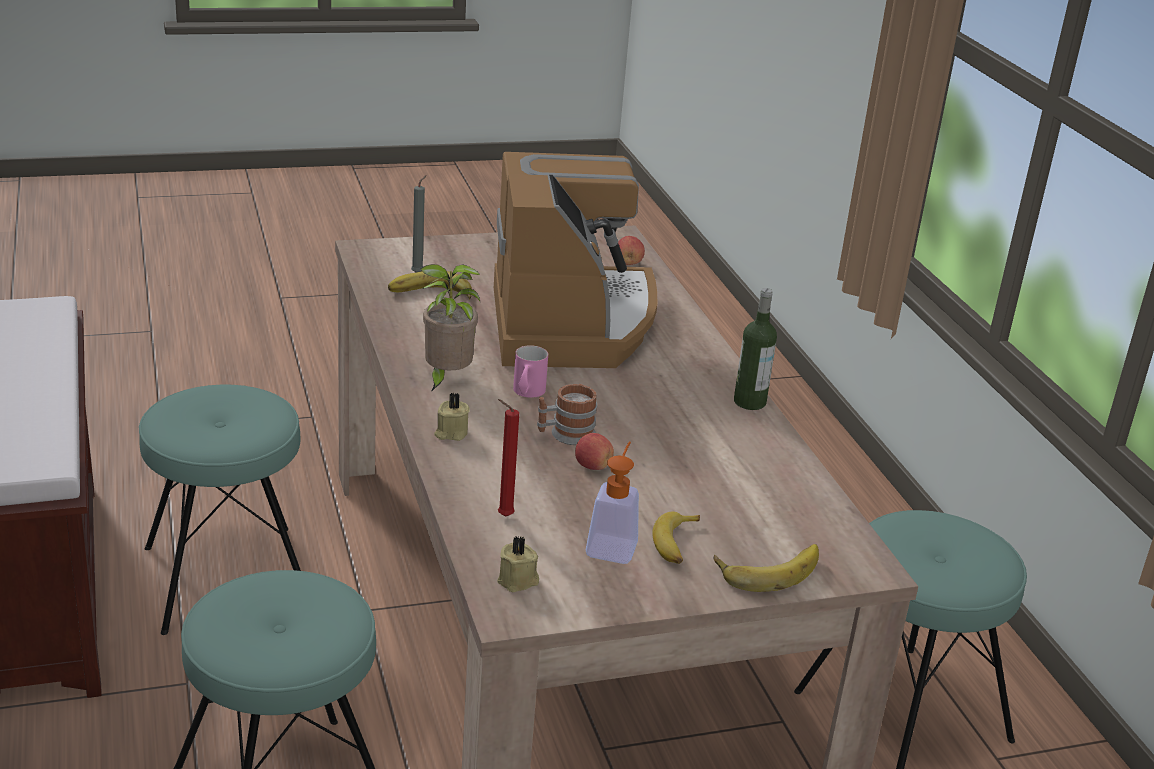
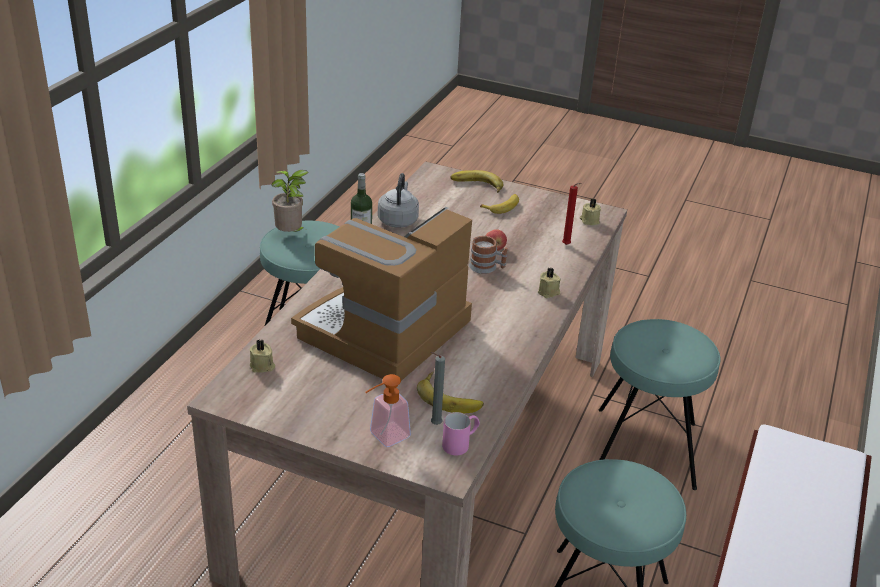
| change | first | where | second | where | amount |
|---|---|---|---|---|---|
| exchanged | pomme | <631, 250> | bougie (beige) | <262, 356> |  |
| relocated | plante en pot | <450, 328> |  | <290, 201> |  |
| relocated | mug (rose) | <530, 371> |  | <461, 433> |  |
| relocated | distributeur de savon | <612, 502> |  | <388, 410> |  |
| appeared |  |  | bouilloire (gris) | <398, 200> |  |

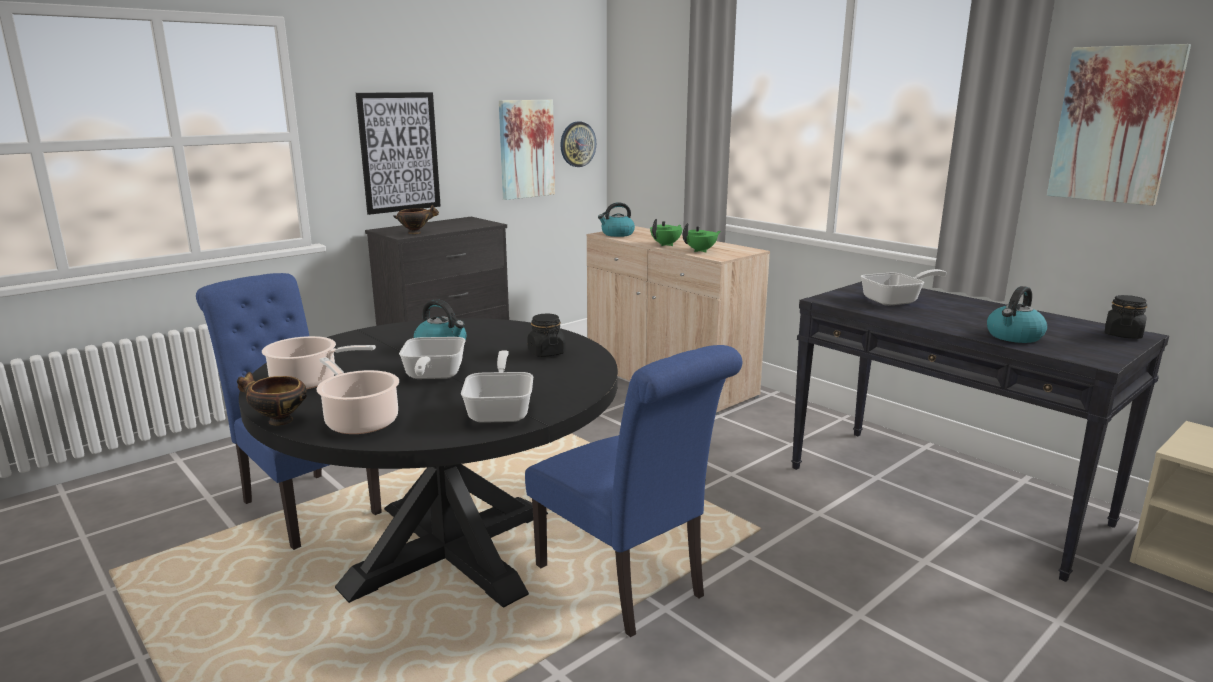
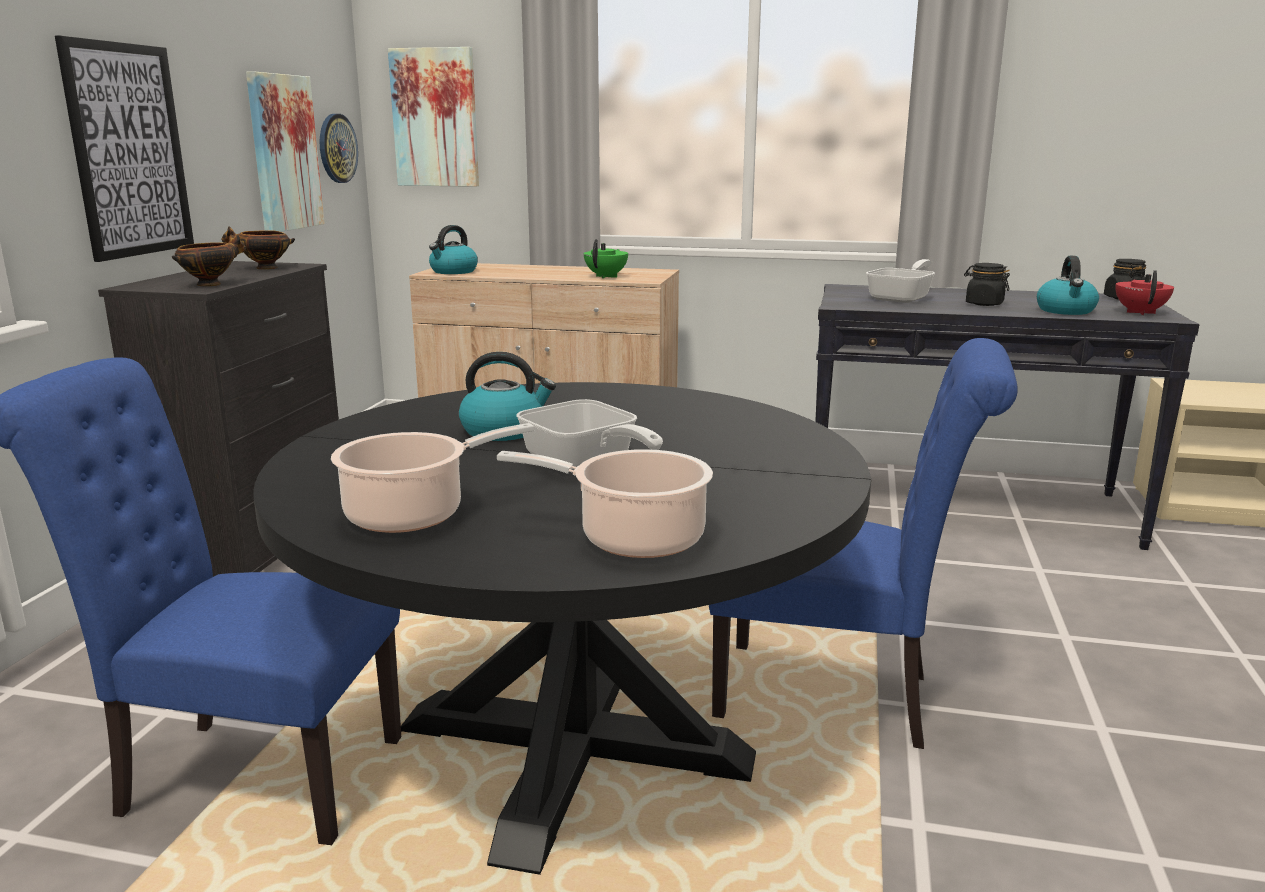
| change | first | where | second | where | amount |
|---|---|---|---|---|---|
| relocated | tableau | <1119, 125> |  | <433, 117> |  |
| missing | théière (vert) | <666, 232> |  |  |  |
| relocated | bocal (noir) | <546, 335> |  | <987, 284> |  |
| missing | poêle | <497, 387> |  |  |  |
| relocated | bol | <272, 398> |  | <258, 247> |  |
| appeared |  |  | théière (rouge) | <1144, 292> |  |

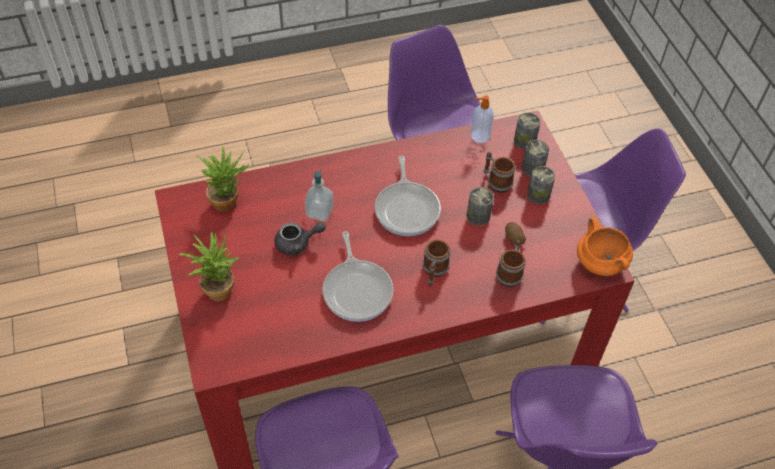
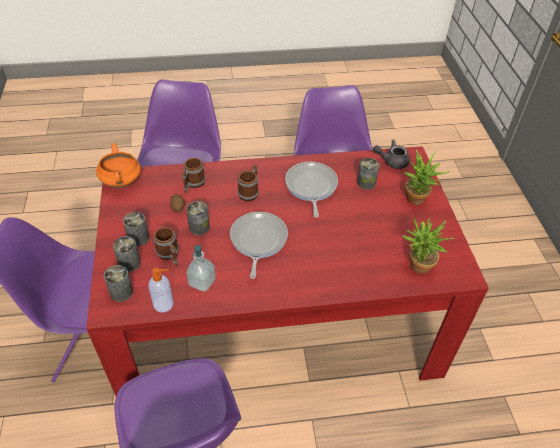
| change | first | where | second | where | amount |
|---|---|---|---|---|---|
| relocated | distributeur de savon | <319, 195> |  | <201, 268> |  |
| relocated | théière (gris) | <300, 238> |  | <391, 154> |  |
| appeared |  |  | boîte métallique | <368, 174> |  |

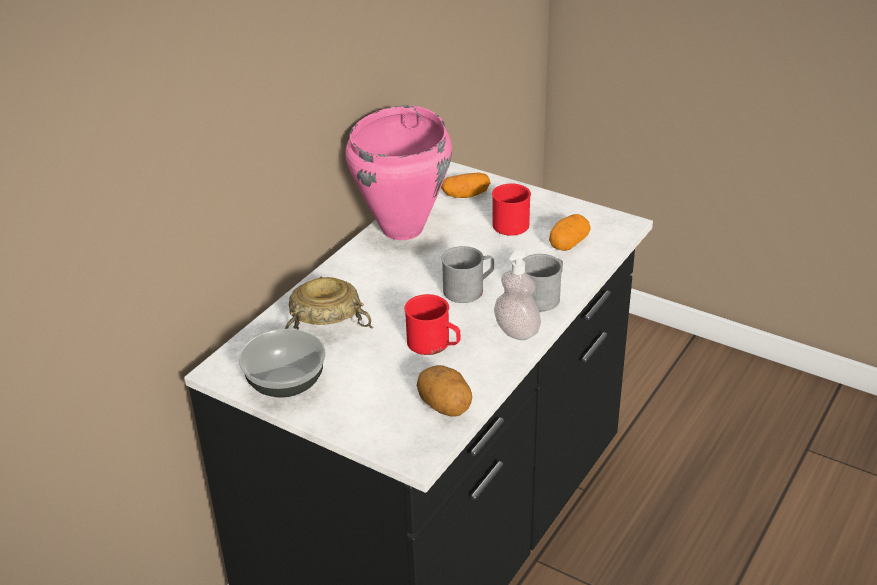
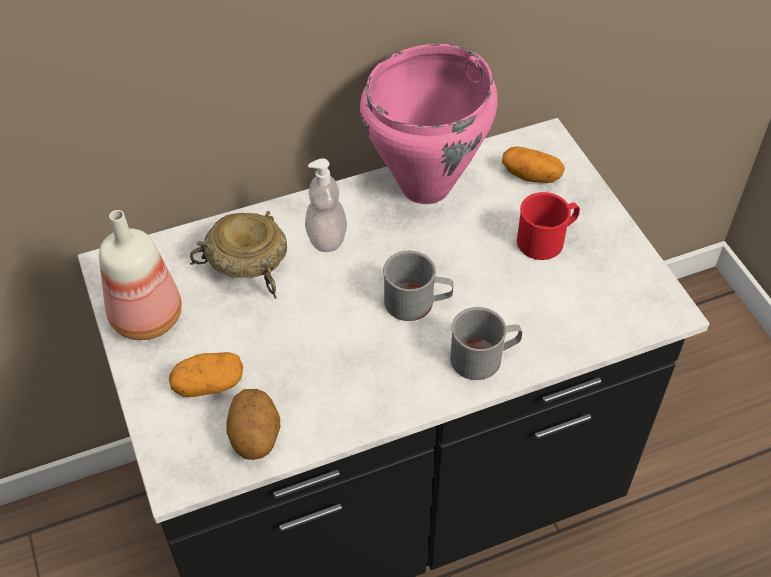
| change | first | where | second | where | amount |
|---|---|---|---|---|---|
| relocated | pomme de terre | <570, 232> |  | <206, 374> |  |
| relocated | distributeur de savon | <517, 295> |  | <326, 205> |  |
| missing | mug (rouge) | <432, 324> |  |  |  |
| exchanged | bol | <282, 363> | bouteille | <140, 275> |  |

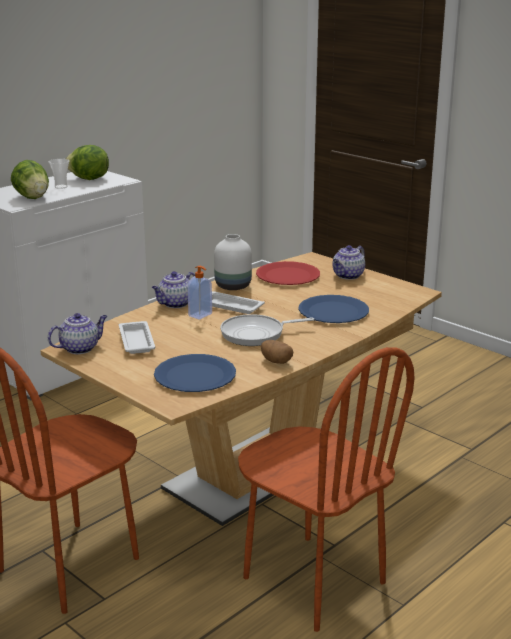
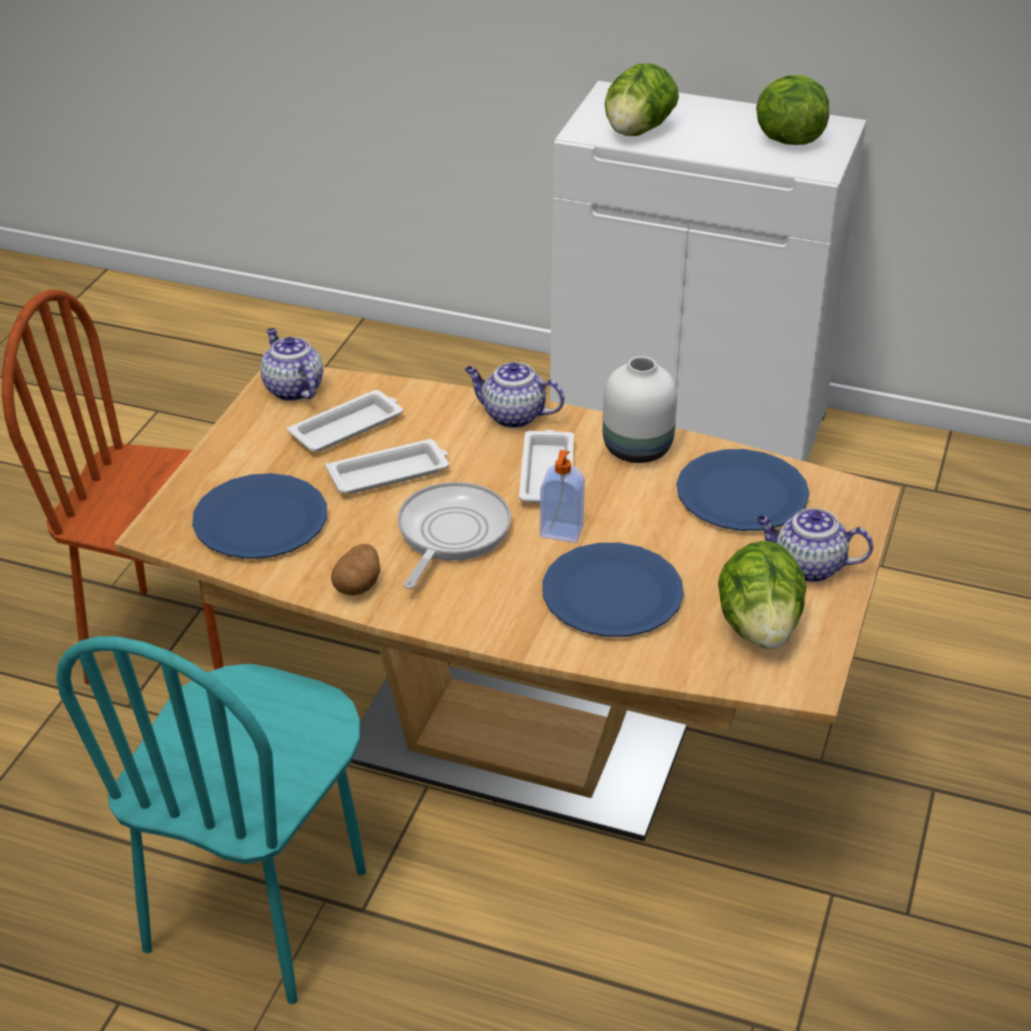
| change | first | where | second | where | amount |
|---|---|---|---|---|---|
| missing | tasse | <59, 174> |  |  |  |
| colour | assiette (rouge) | <288, 273> | assiette (bleu) | <742, 490> |  |
| relocated | distributeur de savon | <200, 293> |  | <562, 496> |  |
| spun | théière | <77, 333> |  | <291, 364> | 150 degrees counterclockwise |
| spun | poêle | <267, 330> |  | <454, 535> | 60 degrees clockwise |
| colour | chaise (marron) | <326, 489> | chaise (turquoise) | <211, 820> |  |
| appeared |  |  | plateau (blanc) | <387, 466> |  |
| appeared |  |  | laitue | <762, 595> |  |

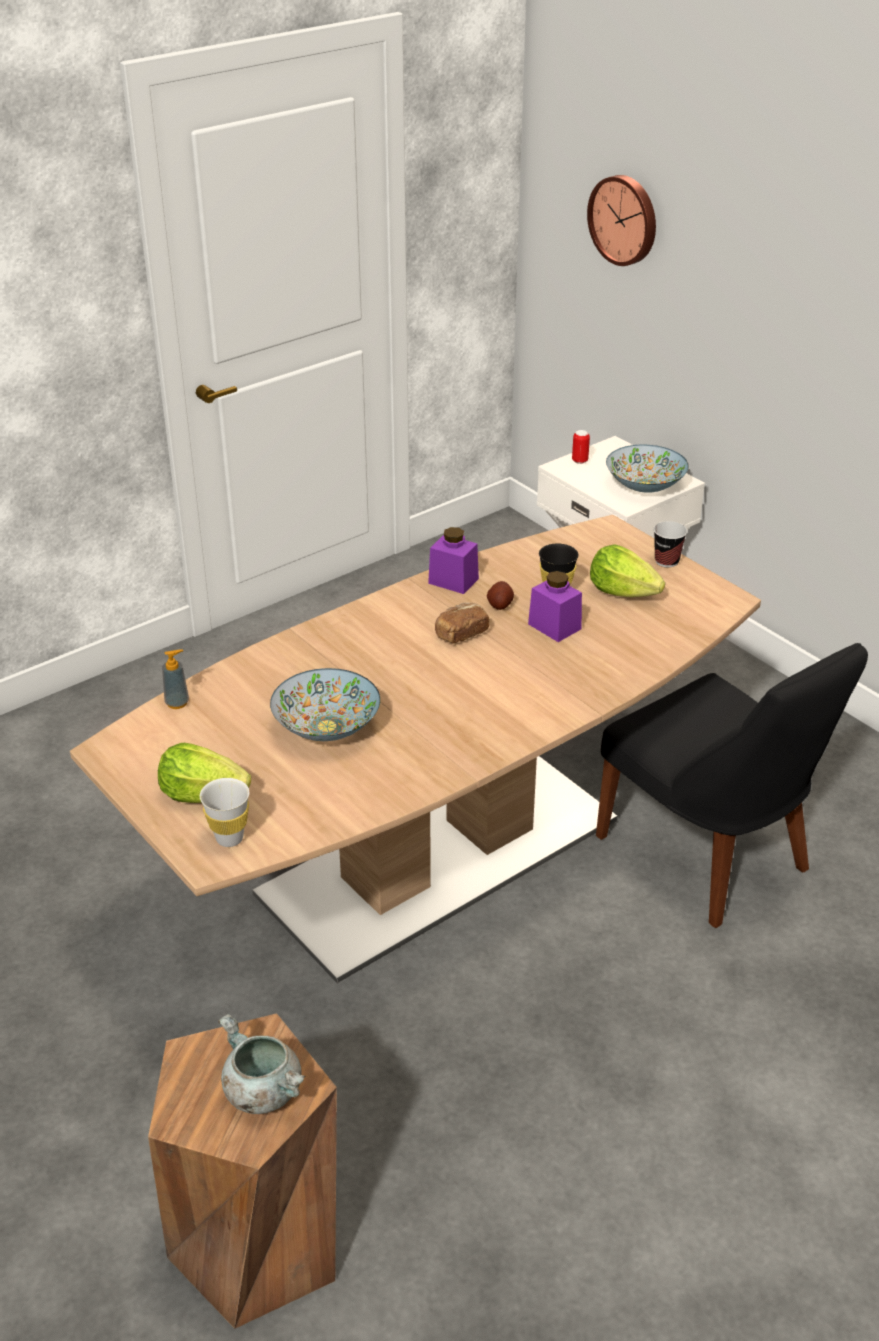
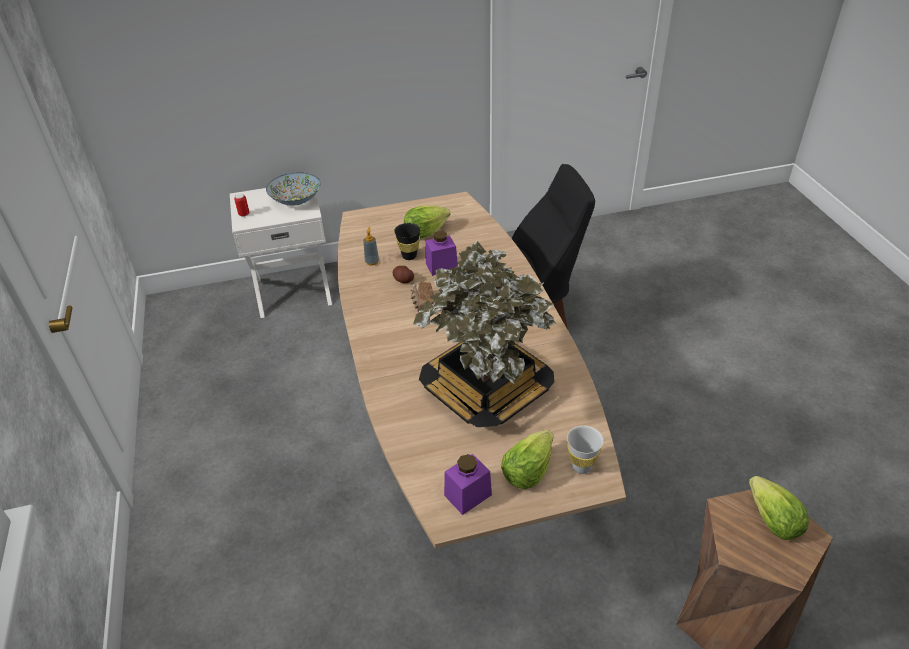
| change | first | where | second | where | amount |
|---|---|---|---|---|---|
| missing | horloge murale | <621, 220> |  |  |  |
| missing | tasse | <670, 544> |  |  |  |
| relocated | bocal (violet) | <453, 560> |  | <468, 484> |  |
| relocated | distributeur de savon | <175, 679> |  | <371, 246> |  |
| exchanged | bol | <325, 704> | plante en pot | <484, 334> |  |
| exchanged | marmite (gris) | <261, 1064> | laitue | <779, 508> |  |

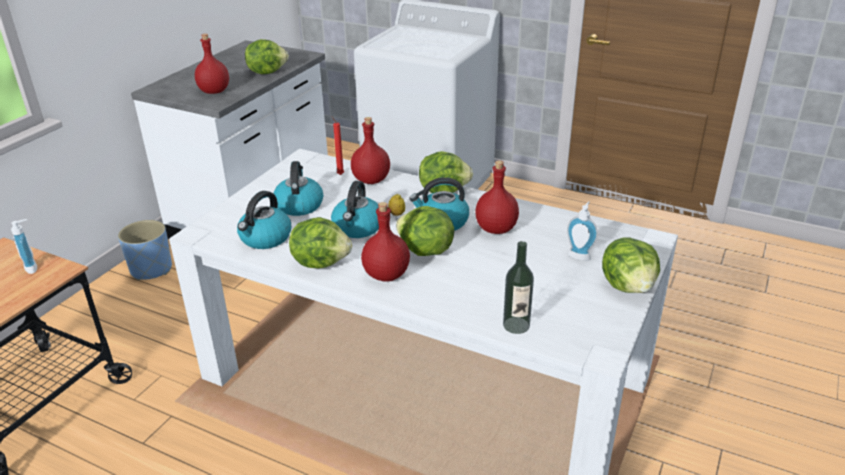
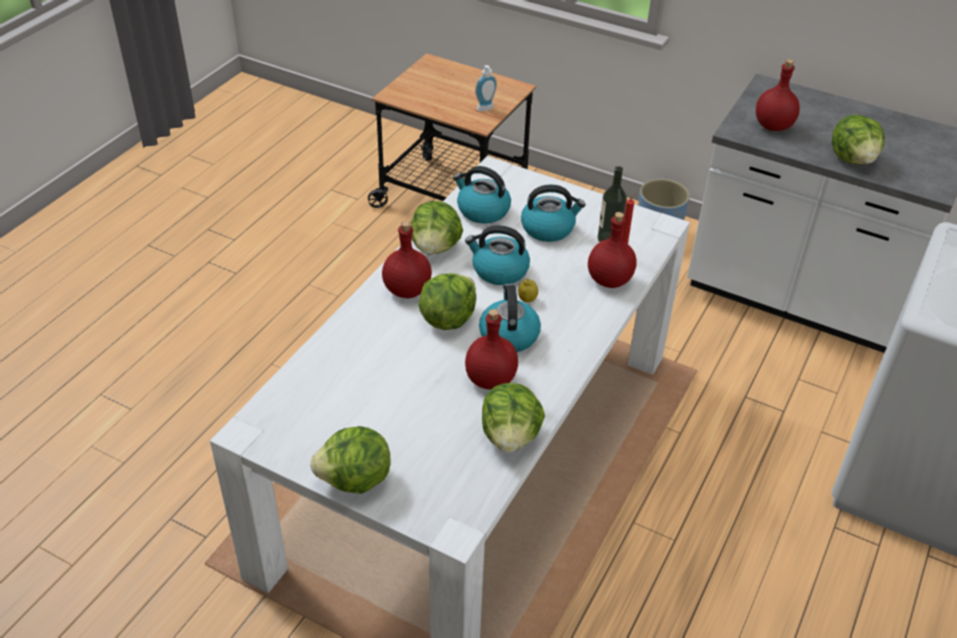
| change | first | where | second | where | amount |
|---|---|---|---|---|---|
| relocated | laitue | <446, 172> |  | <513, 418> |  |
| missing | distributeur de savon | <582, 231> |  |  |  |
| relocated | bouteille | <518, 287> |  | <612, 204> |  |

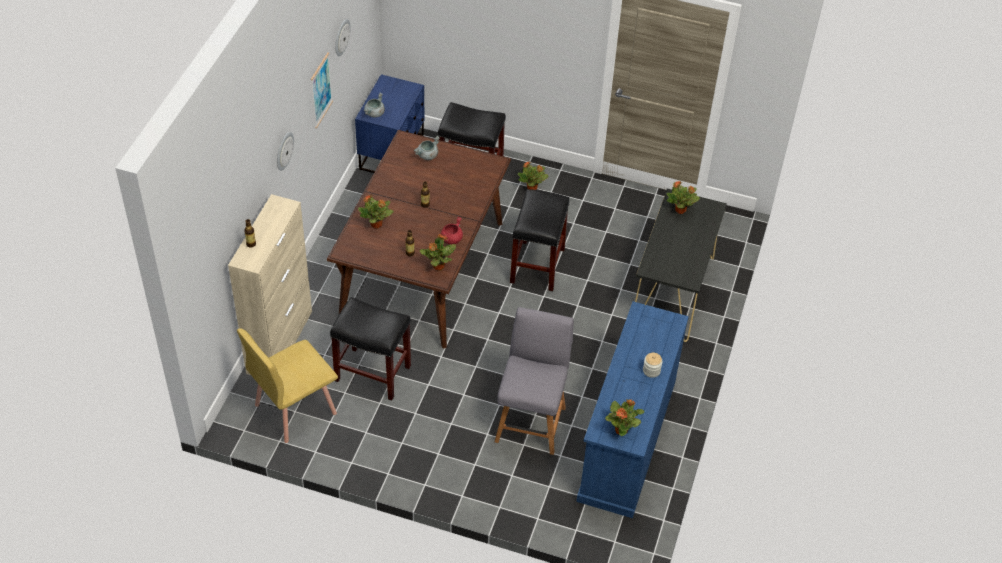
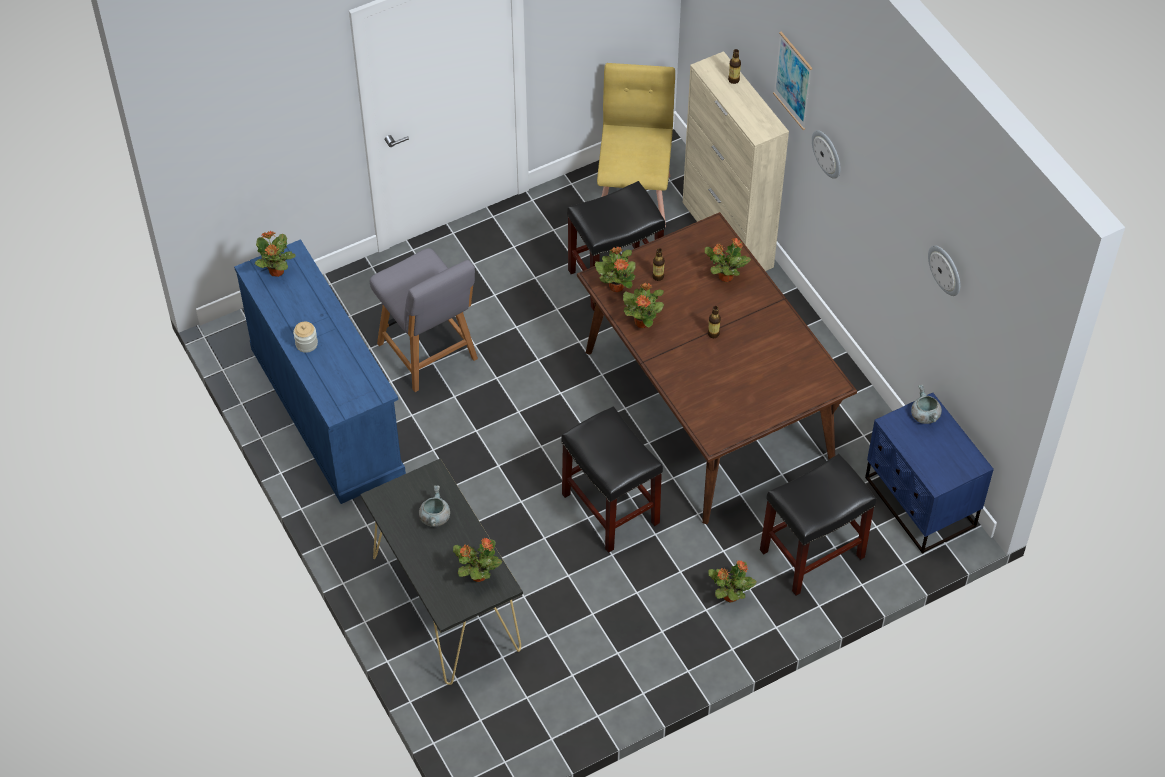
| change | first | where | second | where | amount |
|---|---|---|---|---|---|
| relocated | tableau | <322, 90> |  | <792, 81> |  |
| relocated | marmite (gris) | <426, 148> |  | <434, 506> |  |
| exchanged | marmite (rouge) | <452, 230> | plante en pot | <643, 305> |  |

